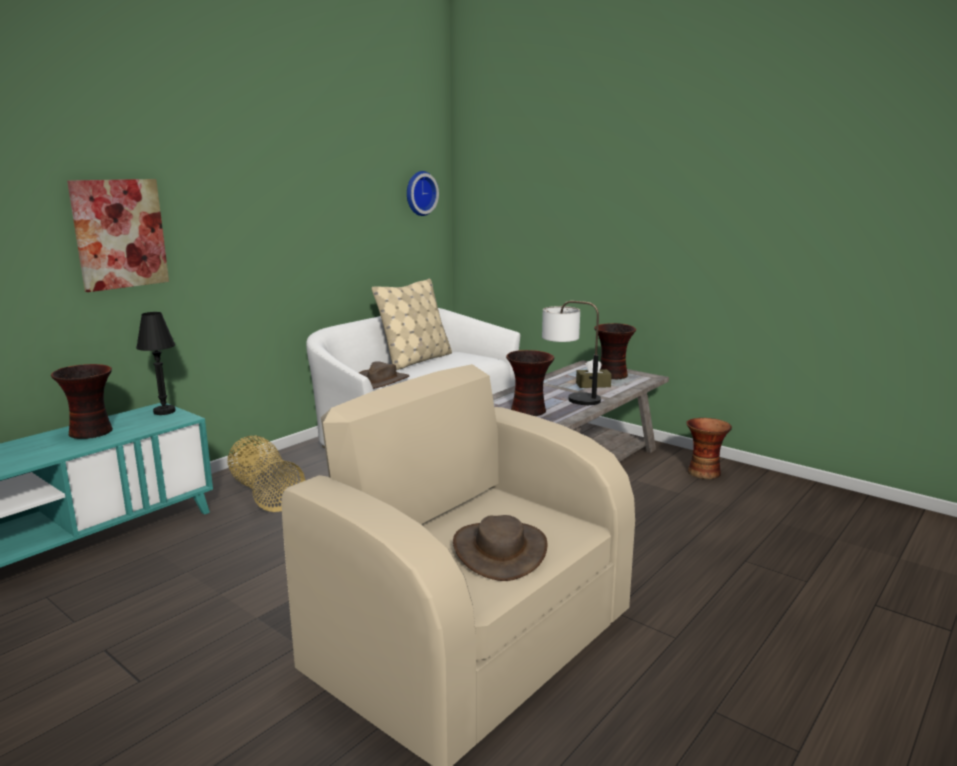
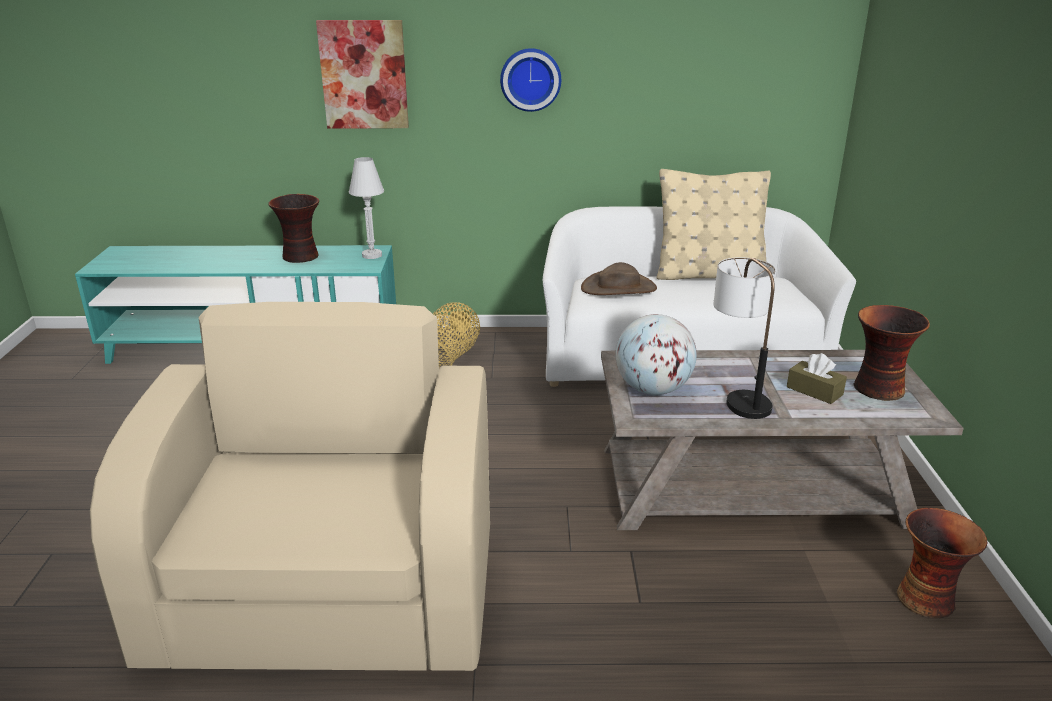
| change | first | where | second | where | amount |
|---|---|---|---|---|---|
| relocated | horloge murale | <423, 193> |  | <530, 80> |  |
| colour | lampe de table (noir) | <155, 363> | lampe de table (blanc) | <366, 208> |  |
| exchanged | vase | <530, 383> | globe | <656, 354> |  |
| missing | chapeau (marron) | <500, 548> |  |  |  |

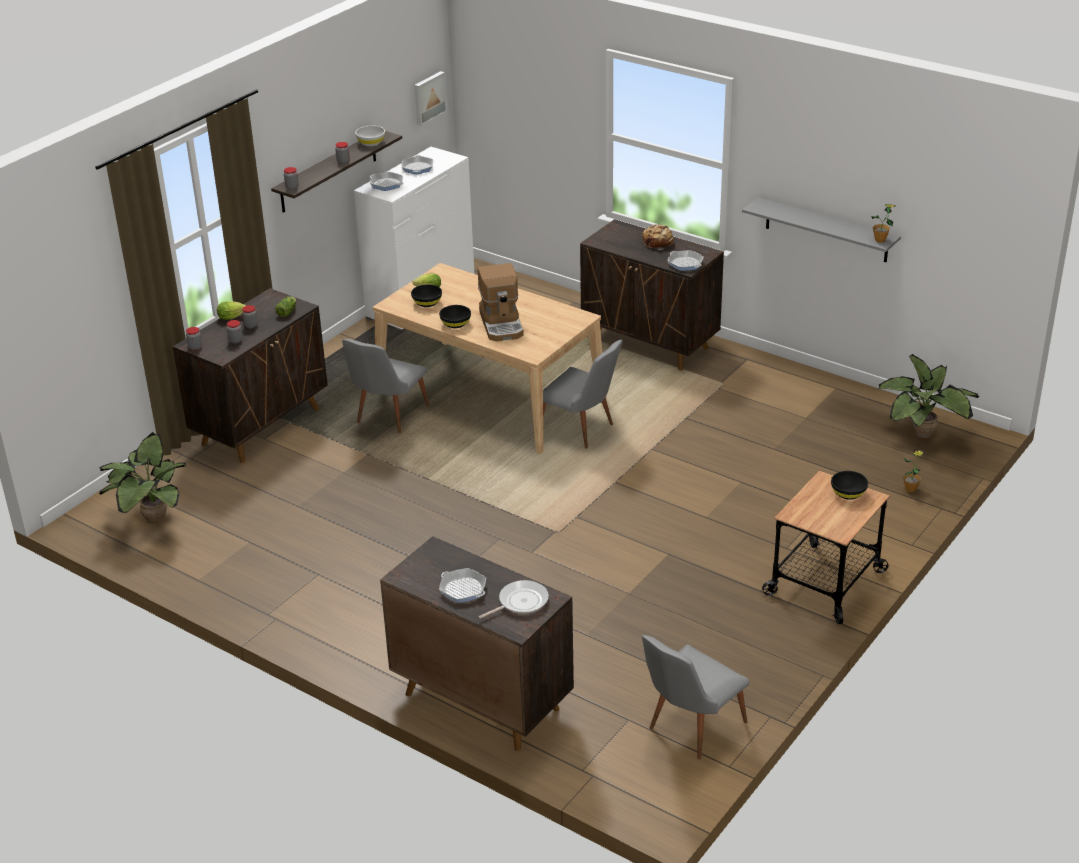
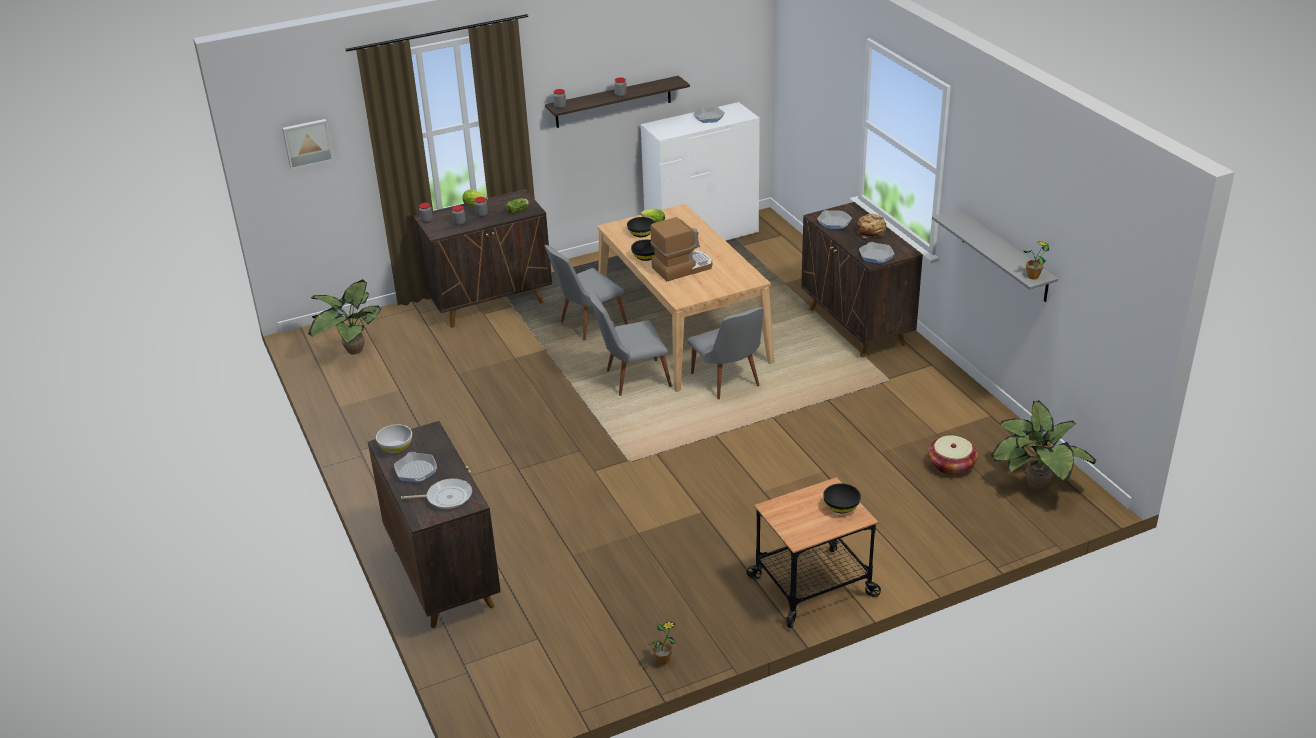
| change | first | where | second | where | amount |
|---|---|---|---|---|---|
| relocated | tableau | <430, 98> |  | <307, 144> |  |
| relocated | bol (blanc) | <370, 136> |  | <394, 438> |  |
| relocated | poêle | <386, 181> |  | <834, 219> |  |
| spun | machine à café | <501, 302> |  | <681, 249> | 135 degrees counterclockwise |
| relocated | plante en pot | <913, 471> |  | <661, 643> |  |
| relocated | chaise (gris) | <696, 697> |  | <630, 343> |  |
| appeared |  |  | panier | <953, 455> |  |

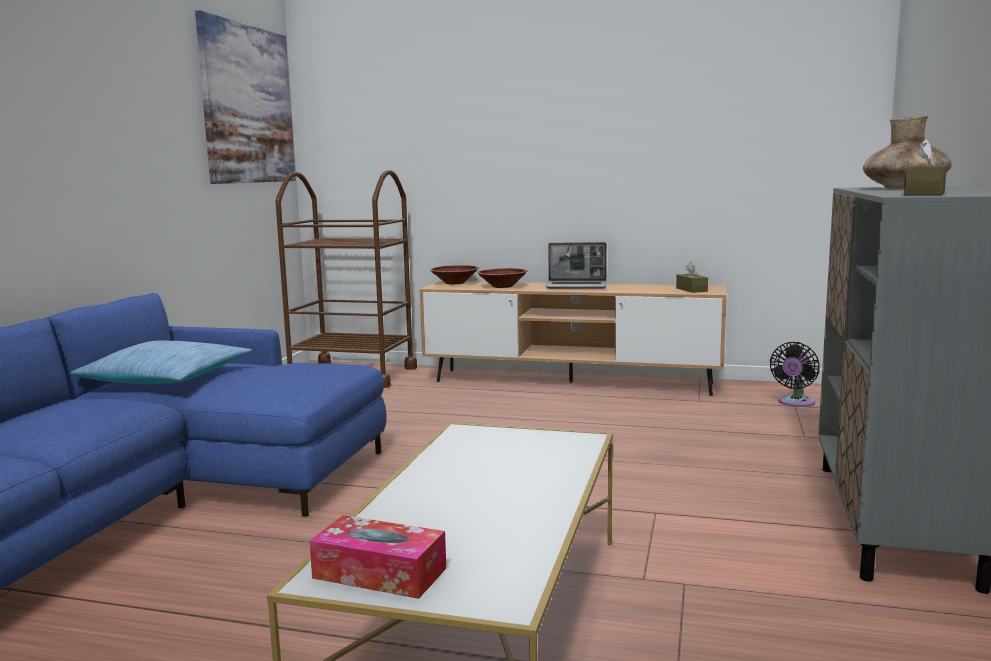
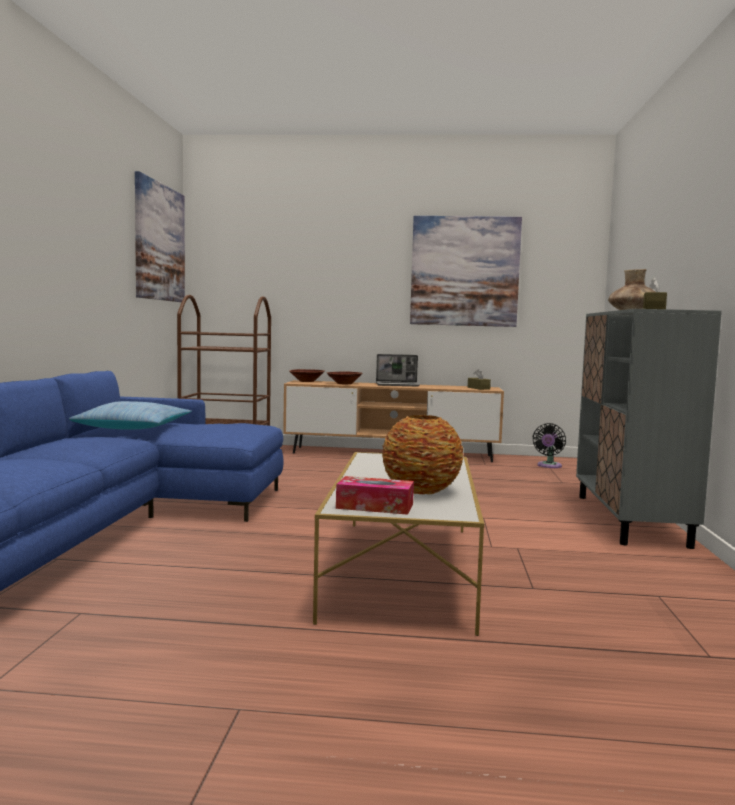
| change | first | where | second | where | amount |
|---|---|---|---|---|---|
| appeared |  |  | tableau | <466, 271> |  |
| appeared |  |  | vase | <422, 454> |  |

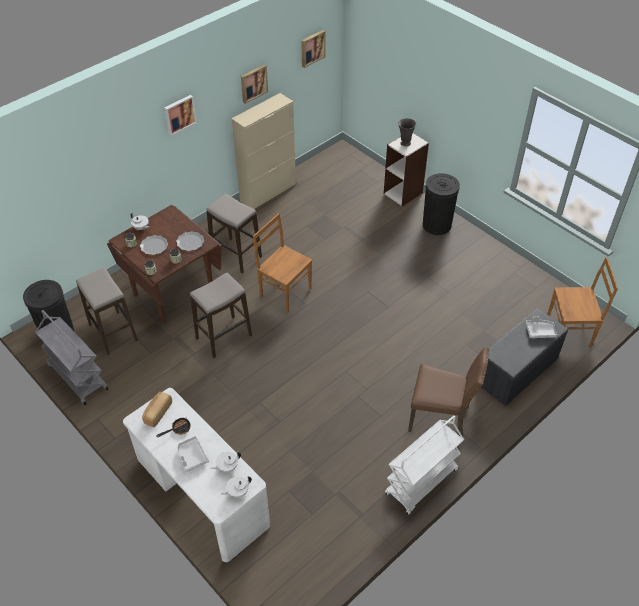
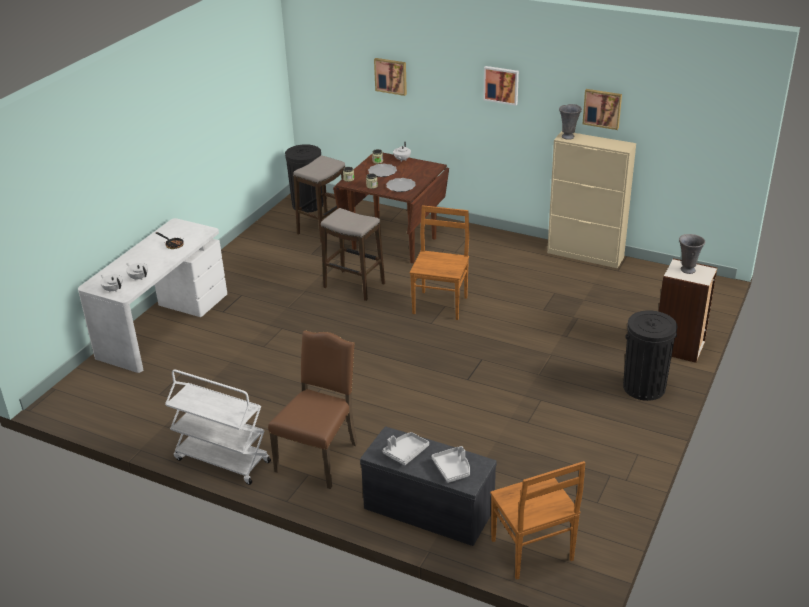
| change | first | where | second | where | amount |
|---|---|---|---|---|---|
| relocated | tableau | <313, 49> |  | <390, 77> |  |
| missing | tabouret | <234, 233> |  |  |  |
| missing | chariot (gris) | <72, 357> |  |  |  |
| spun | chaise (marron) | <448, 392> |  | <313, 409> | 150 degrees counterclockwise |
| missing | pain | <157, 410> |  |  |  |
| relocated | plateau (gris) | <193, 454> |  | <405, 448> |  |
| appeared |  |  | vase (gris) | <570, 122> |  |

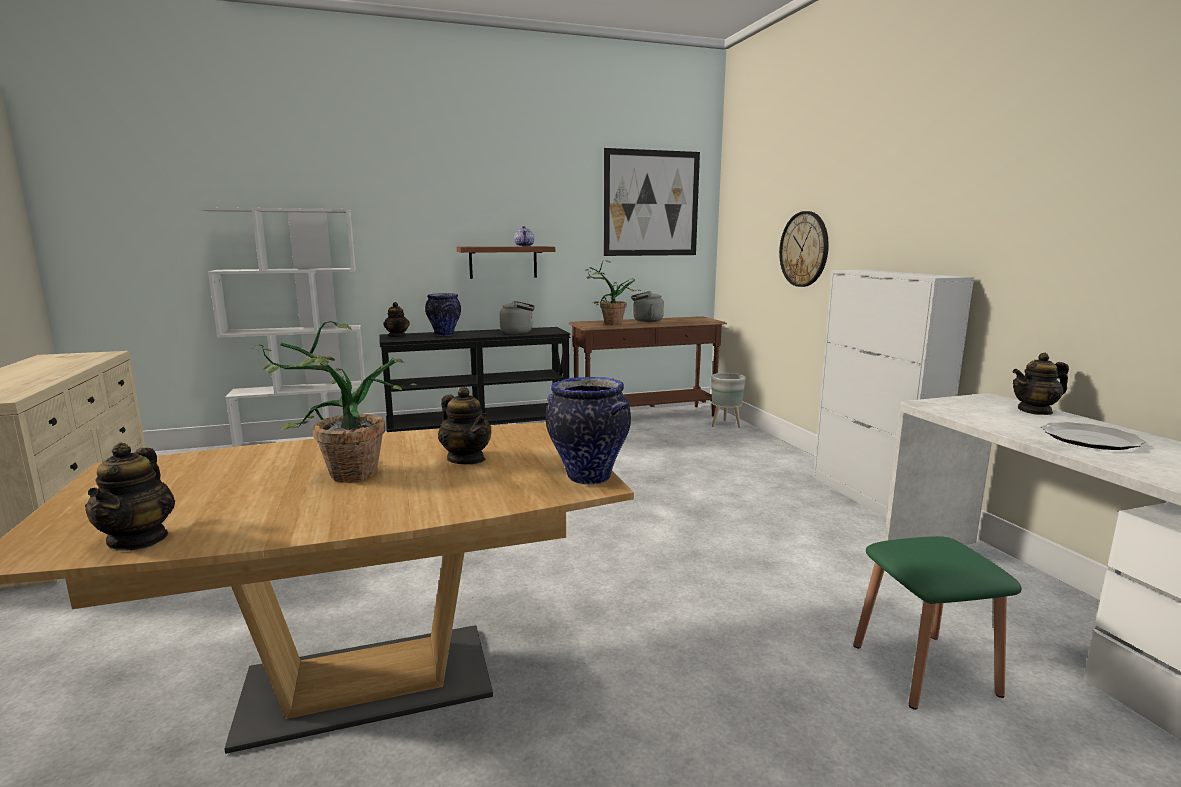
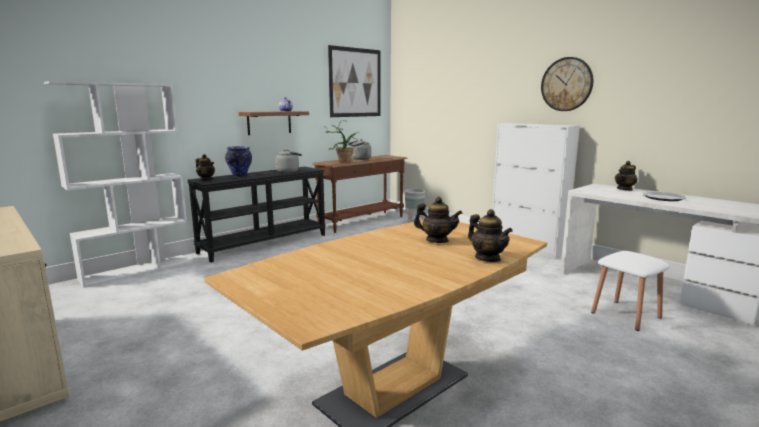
| change | first | where | second | where | amount |
|---|---|---|---|---|---|
| relocated | horloge murale | <804, 249> |  | <567, 84> |  |
| missing | plante en pot | <334, 402> |  |  |  |
| missing | vase | <588, 431> |  |  |  |
| relocated | théière | <130, 496> |  | <490, 235> |  |
| colour | tabouret (vert) | <937, 623> | tabouret (blanc) | <630, 291> |  |

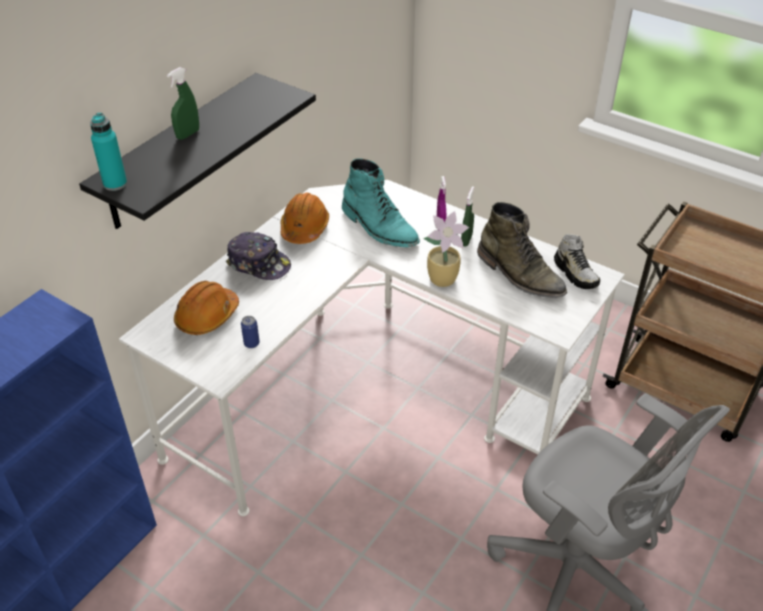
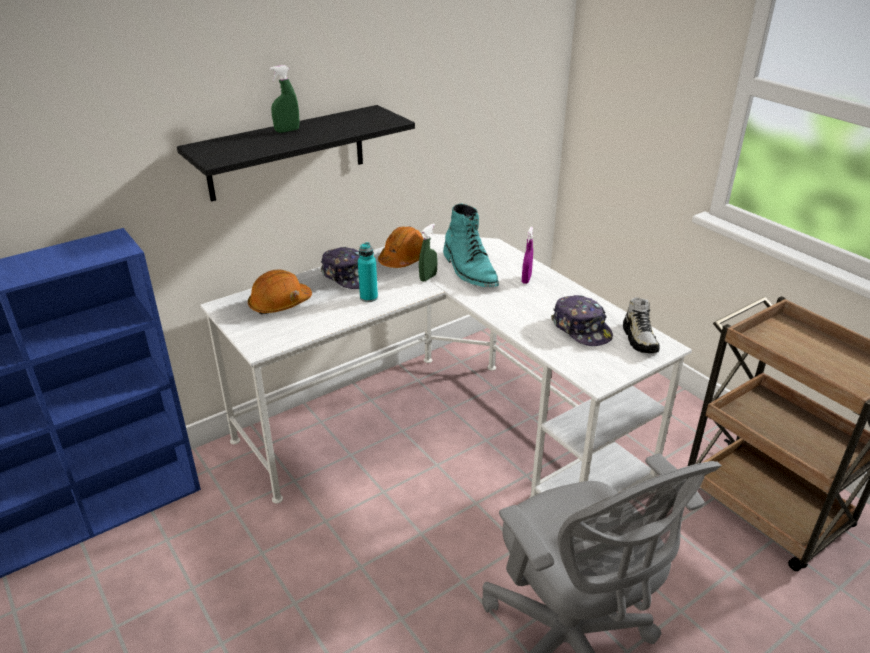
| change | first | where | second | where | amount |
|---|---|---|---|---|---|
| relocated | bouteille (turquoise) | <108, 152> |  | <368, 272> |  |
| relocated | vaporisateur (vert) | <467, 216> |  | <428, 252> |  |
| exchanged | botte (vert) | <522, 250> | casquette | <582, 320> |  |
| missing | plante en pot | <446, 249> |  |  |  |
| missing | boîte métallique | <250, 332> |  |  |  |

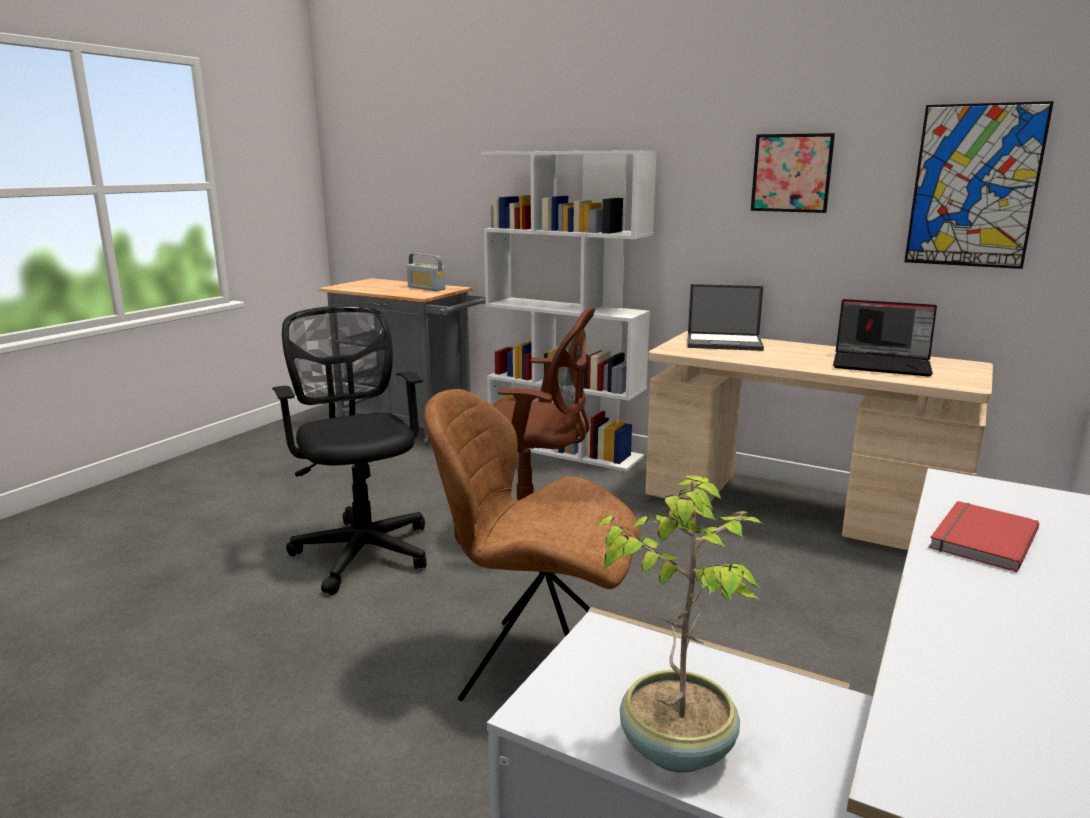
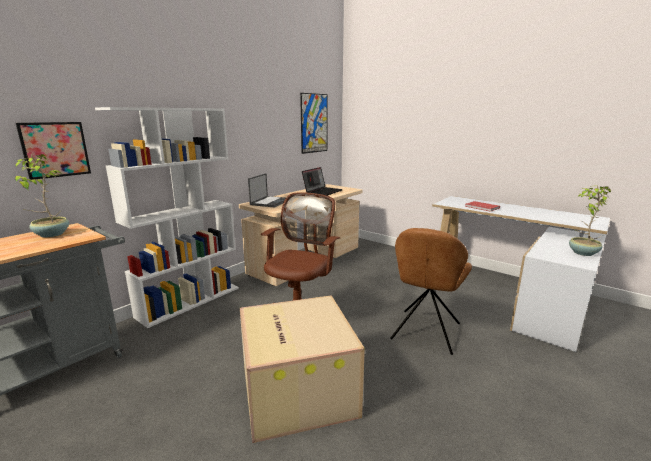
| change | first | where | second | where | amount |
|---|---|---|---|---|---|
| relocated | tableau | <793, 173> |  | <53, 151> |  |
| exchanged | radio | <426, 272> | plante en pot | <42, 196> |  |
| exchanged | chaise de bureau (noir) | <349, 450> | carton | <302, 369> |  |

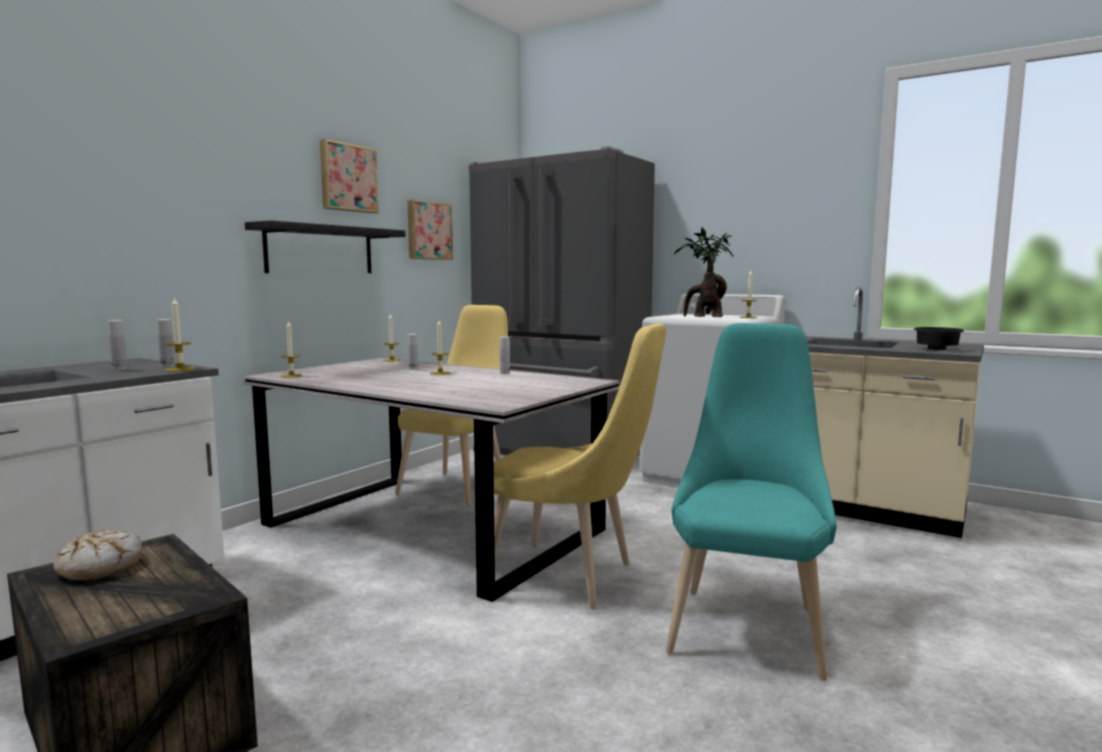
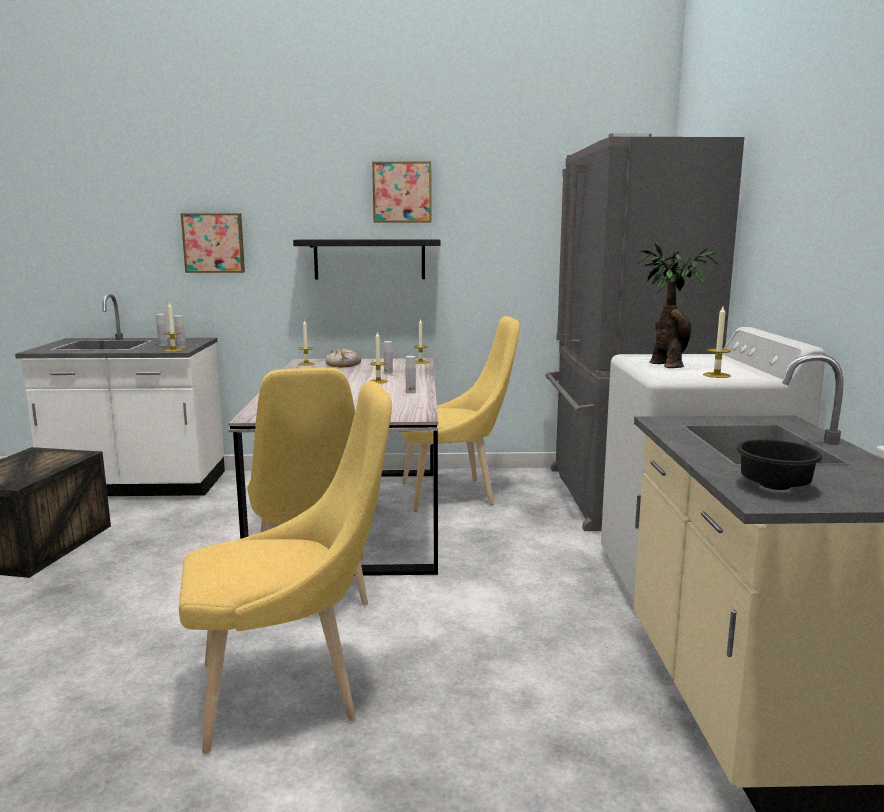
| change | first | where | second | where | amount |
|---|---|---|---|---|---|
| relocated | tableau | <430, 230> |  | <212, 243> |  |
| colour | chaise (turquoise) | <751, 502> | chaise (jaune) | <285, 567> |  |
| relocated | pain | <97, 555> |  | <343, 357> |  |

